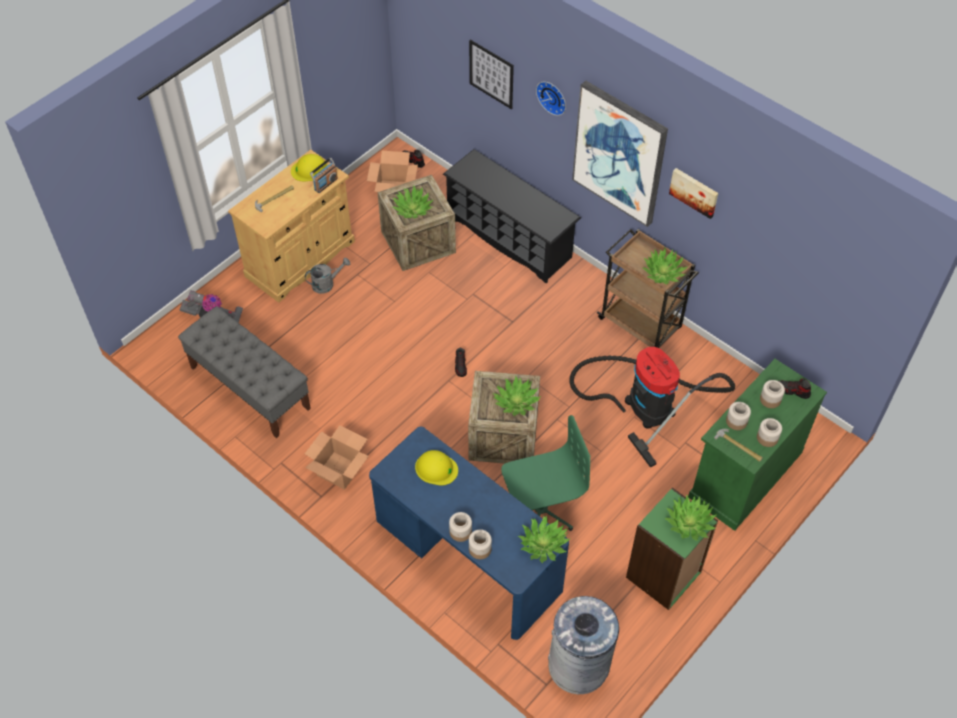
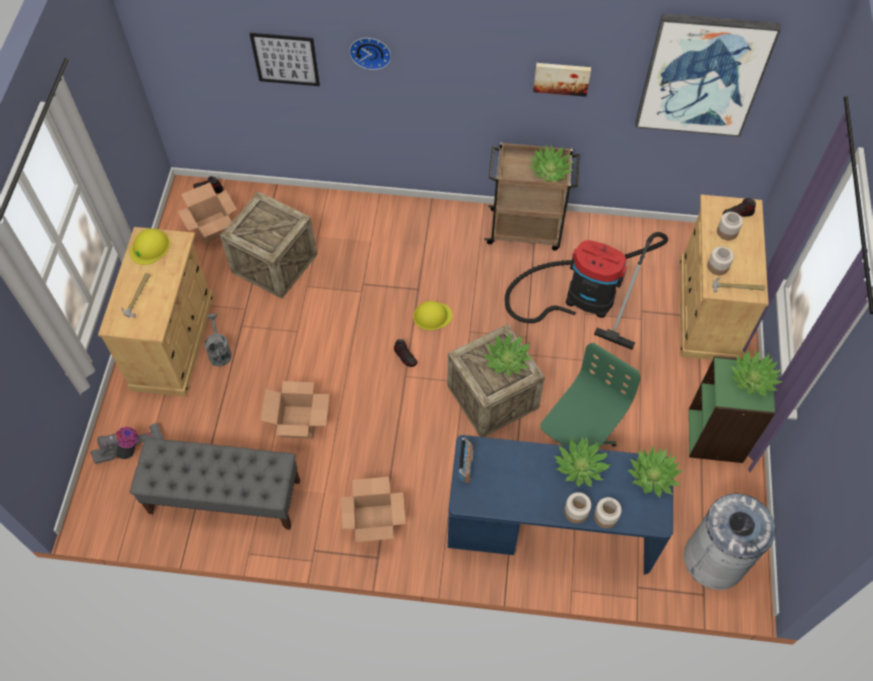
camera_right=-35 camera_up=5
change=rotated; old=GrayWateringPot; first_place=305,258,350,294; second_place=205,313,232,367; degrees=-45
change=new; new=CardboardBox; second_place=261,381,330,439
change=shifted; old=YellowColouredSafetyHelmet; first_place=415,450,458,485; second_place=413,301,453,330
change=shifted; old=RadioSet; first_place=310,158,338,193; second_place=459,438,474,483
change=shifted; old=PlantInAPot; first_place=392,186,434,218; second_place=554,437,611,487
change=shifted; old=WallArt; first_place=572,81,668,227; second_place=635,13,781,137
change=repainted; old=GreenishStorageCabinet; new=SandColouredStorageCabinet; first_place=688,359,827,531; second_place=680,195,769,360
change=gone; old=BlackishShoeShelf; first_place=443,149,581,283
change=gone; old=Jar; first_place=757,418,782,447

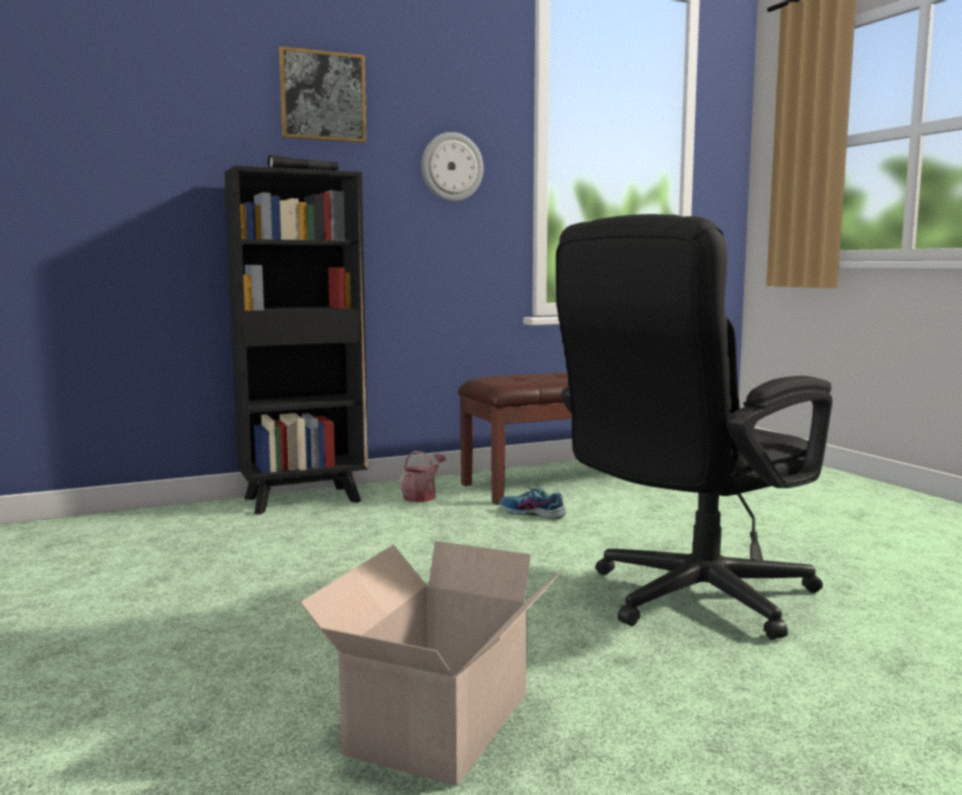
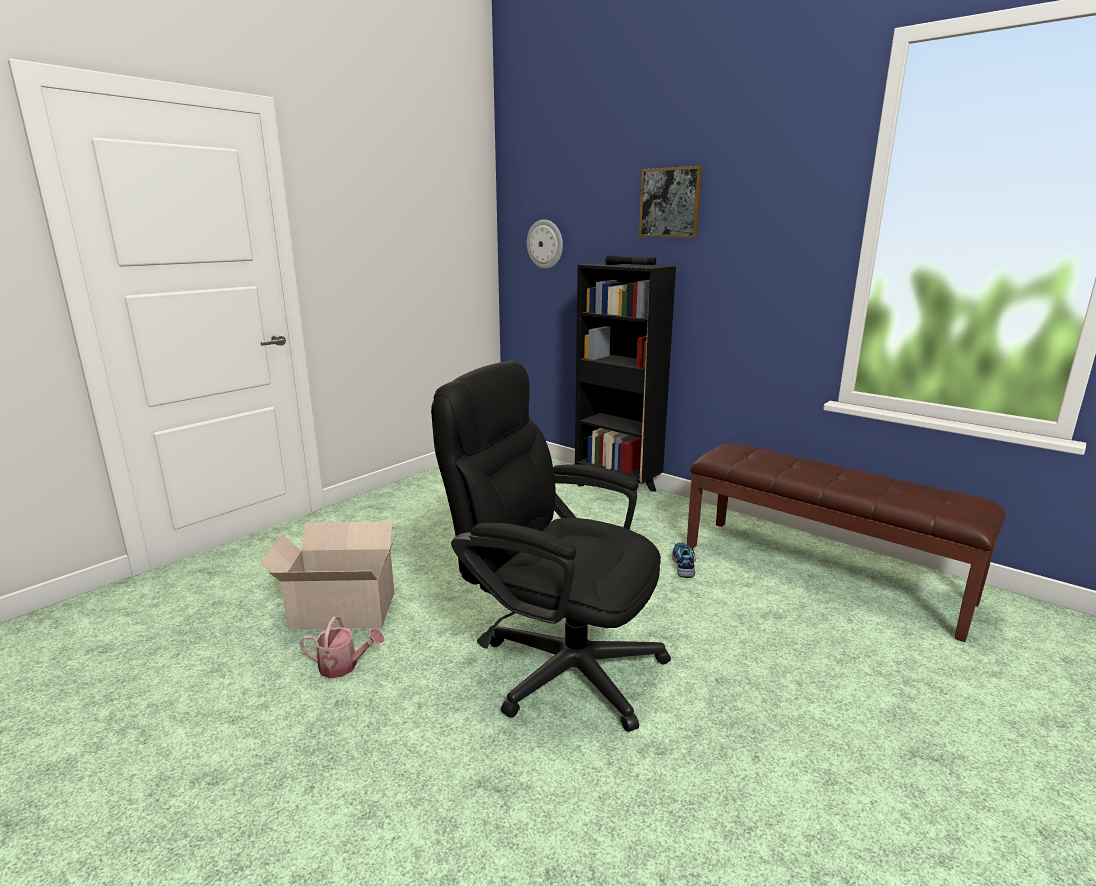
camera_right=65 camera_up=10
change=shifted; old=WateringPot; first_place=400,451,446,502; second_place=299,617,384,678
change=shifted; old=ClockOnTheWall; first_place=421,132,483,202; second_place=527,219,563,269

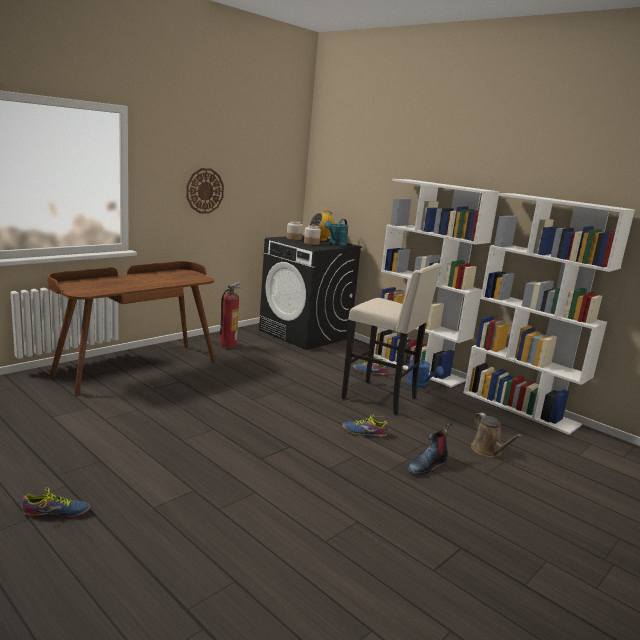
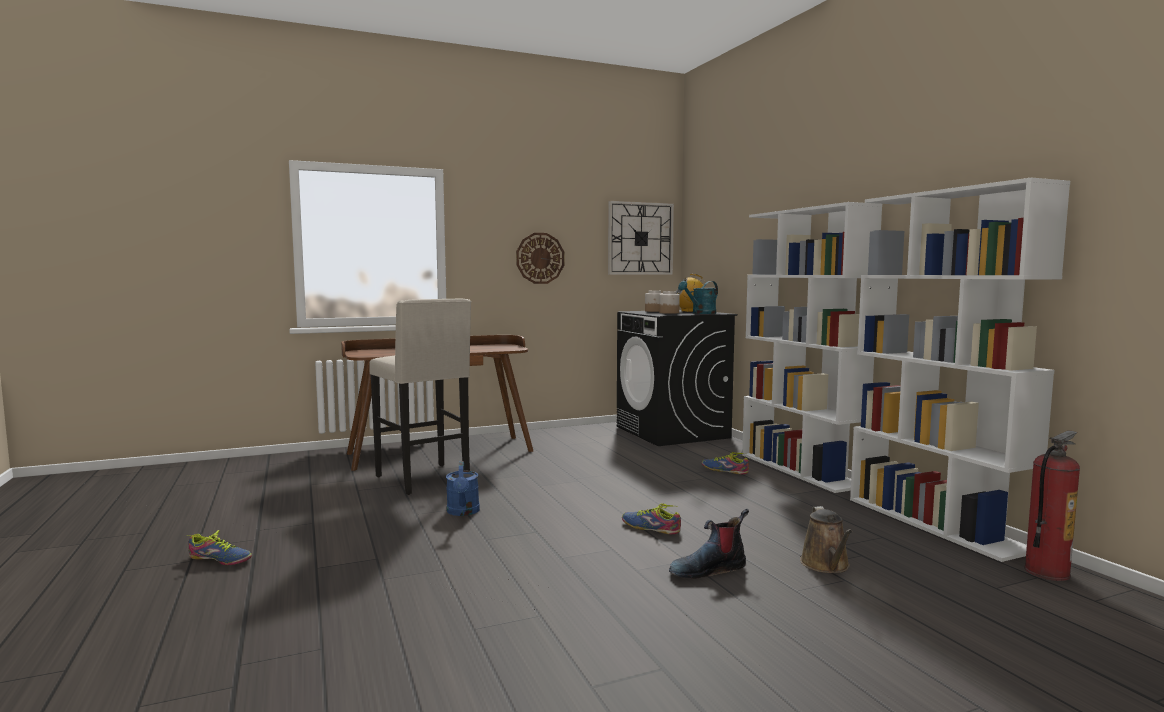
camera_right=25 camera_up=-10
change=shifted; old=SandColouredStoolSeat; first_place=342,263,442,415; second_place=369,299,471,495
change=shifted; old=BlueWateringPot; first_place=407,354,444,388; second_place=446,461,480,516
change=new; new=ClockOnTheWall; second_place=608,201,674,275
change=shifted; old=Extinguisher; first_place=219,282,241,349; second_place=1024,431,1080,581

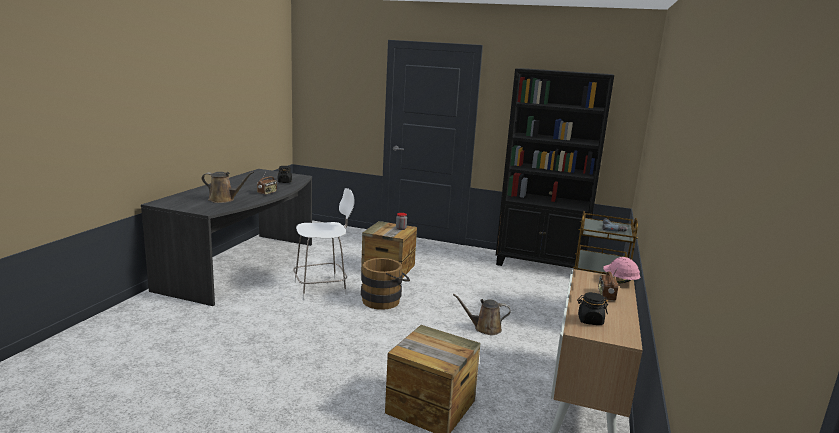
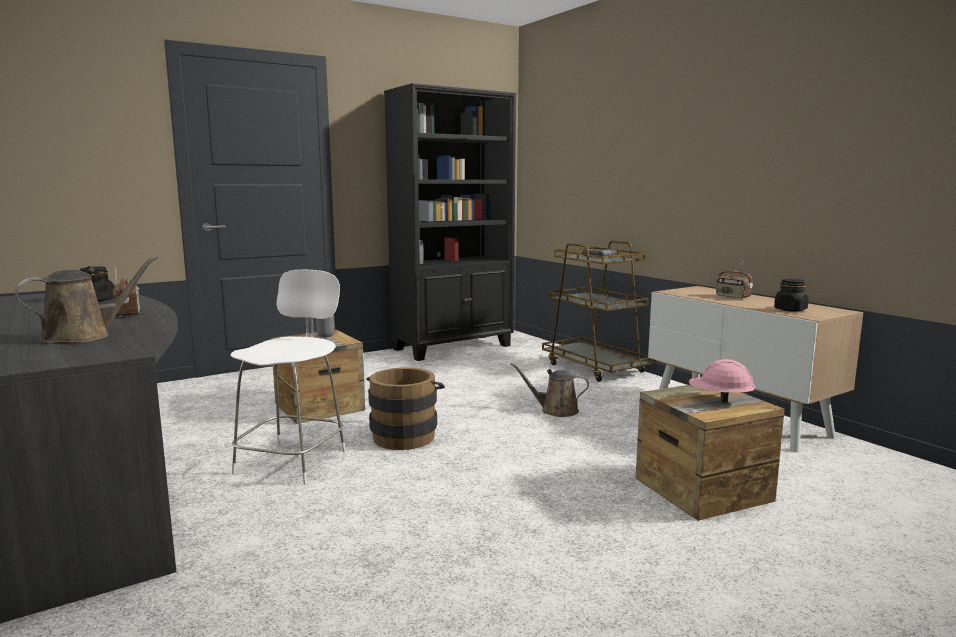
camera_right=-50 camera_up=-5
change=rotated; old=BrownishWateringPot; first_place=453,294,511,335; second_place=510,363,589,417; degrees=60
change=shifted; old=PinkColouredSafetyHelmet; first_place=603,257,641,283; second_place=688,359,756,403

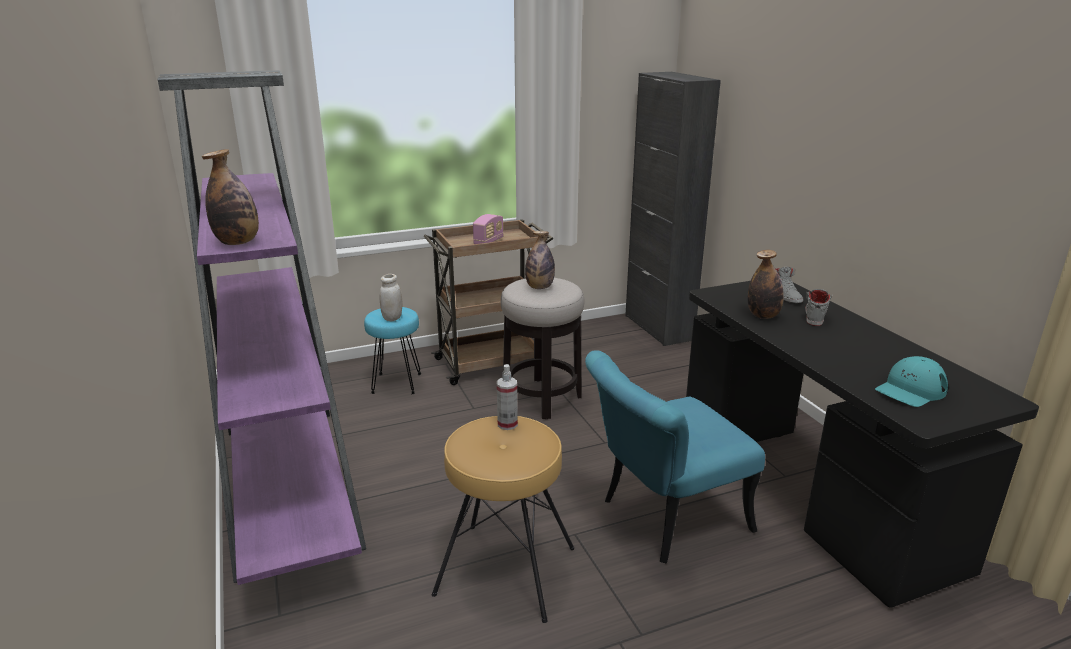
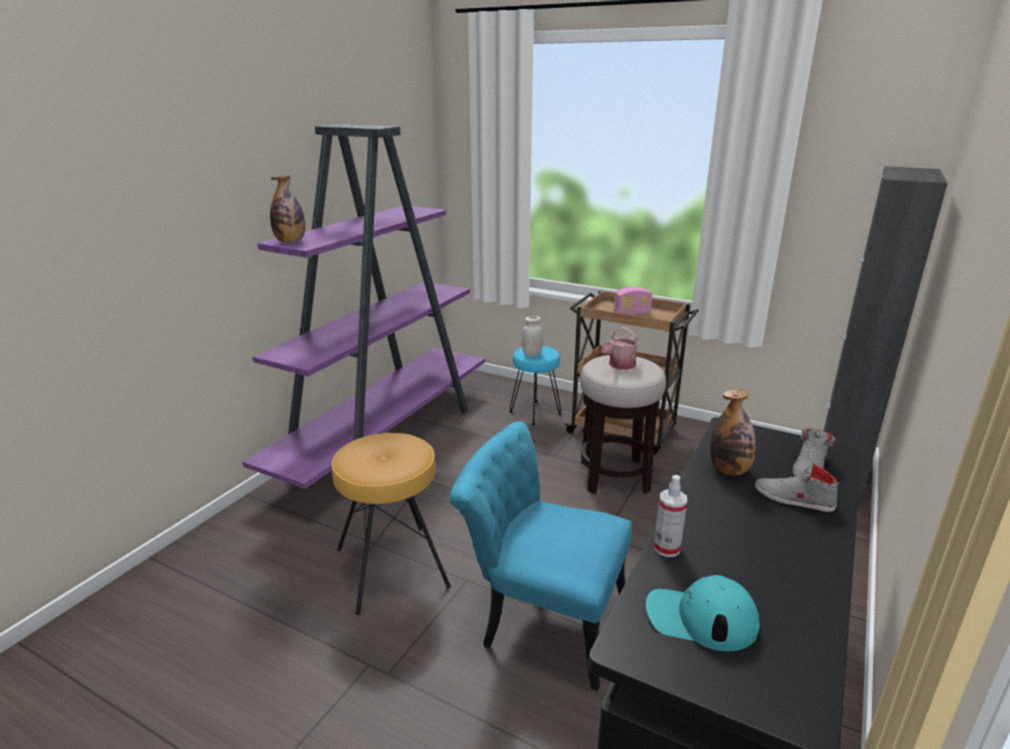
camera_right=50 camera_up=0
change=swapped; old=DrinkBottle; new=WateringPot; first_place=525,231,555,289; second_place=601,327,638,370
change=shifted; old=HandSprayer; first_place=497,364,518,430; second_place=654,475,687,557
change=rotated; old=GrayShoe; first_place=805,289,832,326; second_place=755,462,839,512; degrees=-135

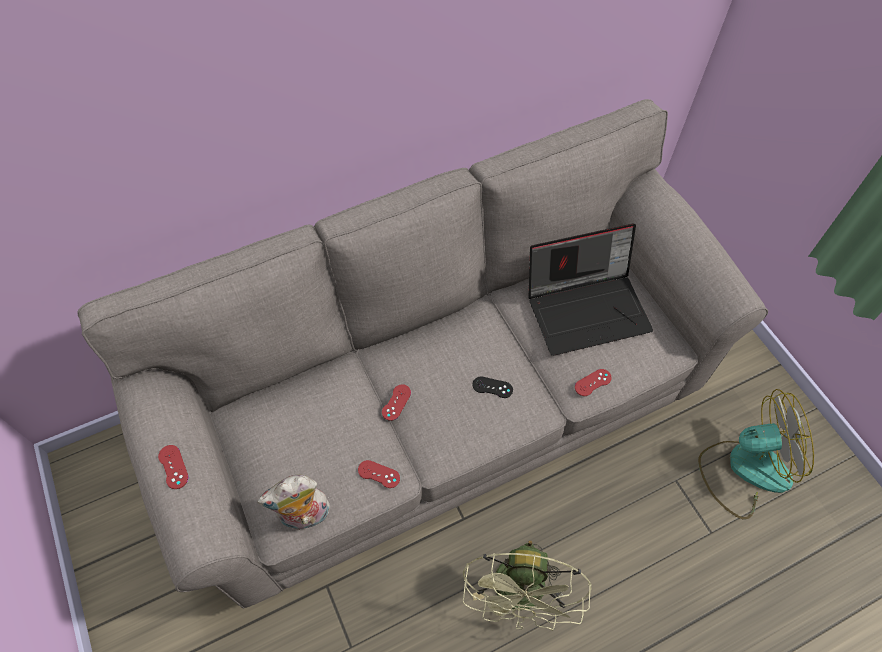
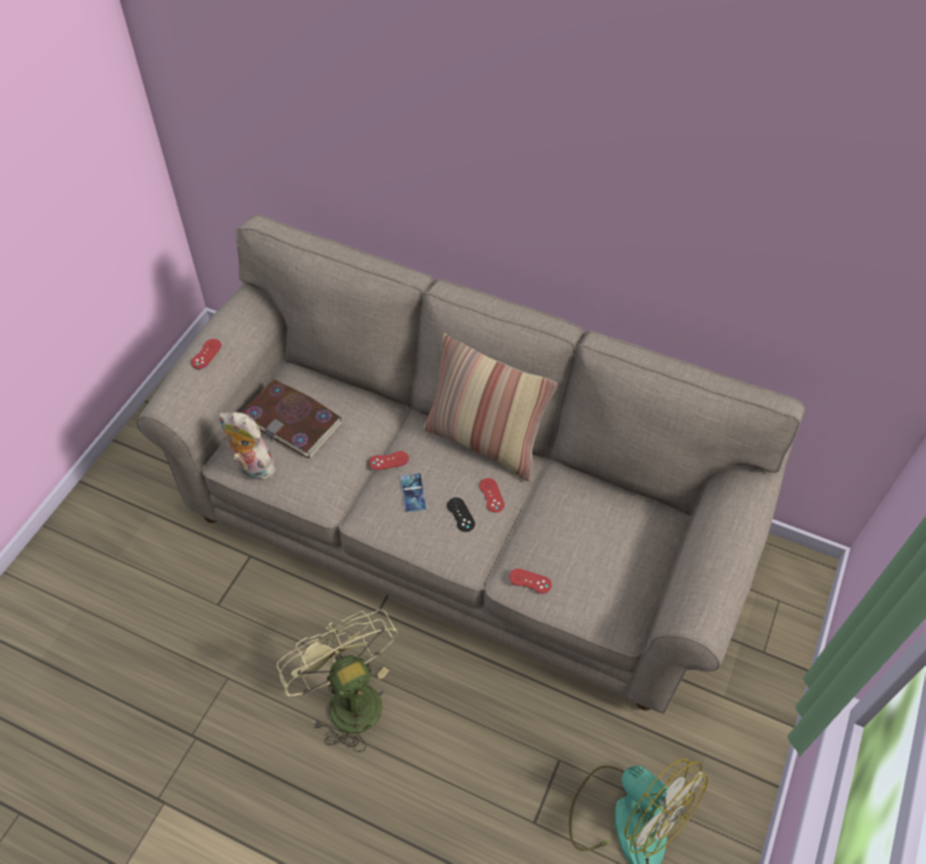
camera_right=50 camera_up=-5
change=new; new=Volume; second_place=242,379,343,459
change=rotated; old=GreenishElectricFan; first_place=463,541,592,631; second_place=277,609,398,752; degrees=90
change=new; new=Phone; second_place=401,474,427,512
change=new; new=ThrowPillow; second_place=424,333,558,481
change=shifted; old=ReddishGamepad; first_place=358,460,400,488; second_place=479,478,505,512
change=gone; old=NotebookComputer; first_place=529,224,653,356

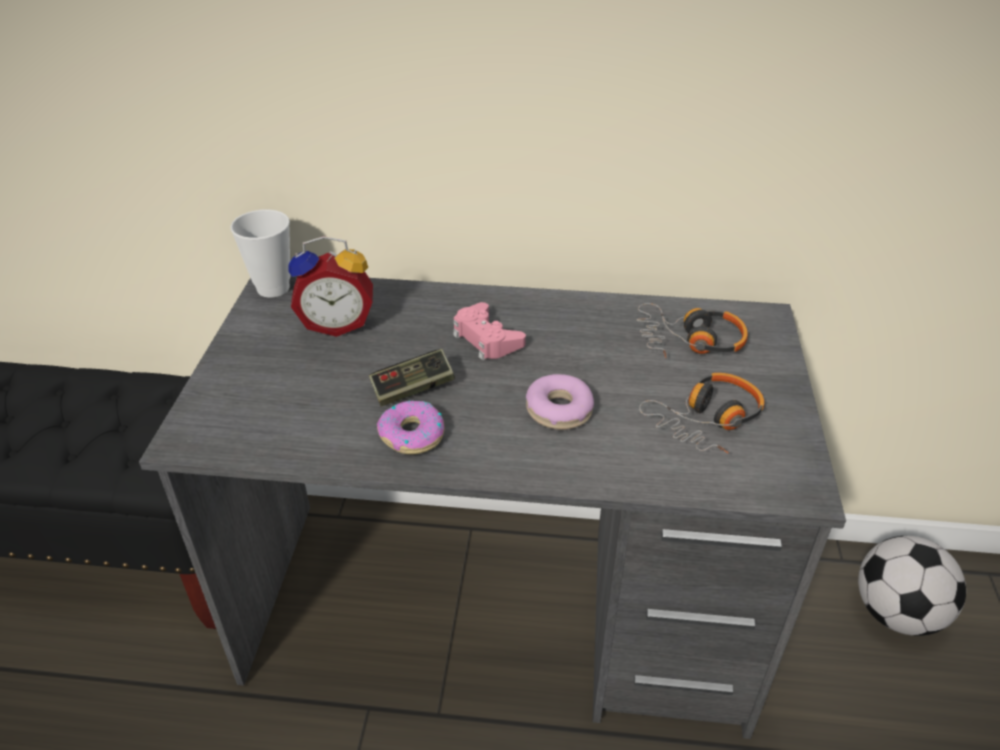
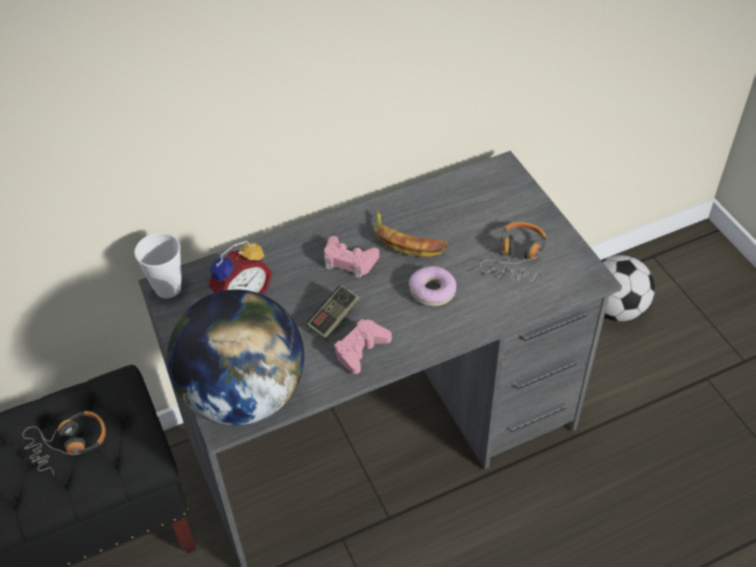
camera_right=-30 camera_up=10
change=shifted; old=Headset; first_place=637,303,748,358; second_place=22,411,106,475
change=new; new=DeskGlobe; second_place=167,290,304,426
change=swapped; old=Doughnut; new=PinkColouredGamepad; first_place=377,400,445,455; second_place=335,319,392,374
change=new; new=WholeBanana; second_place=374,210,449,257

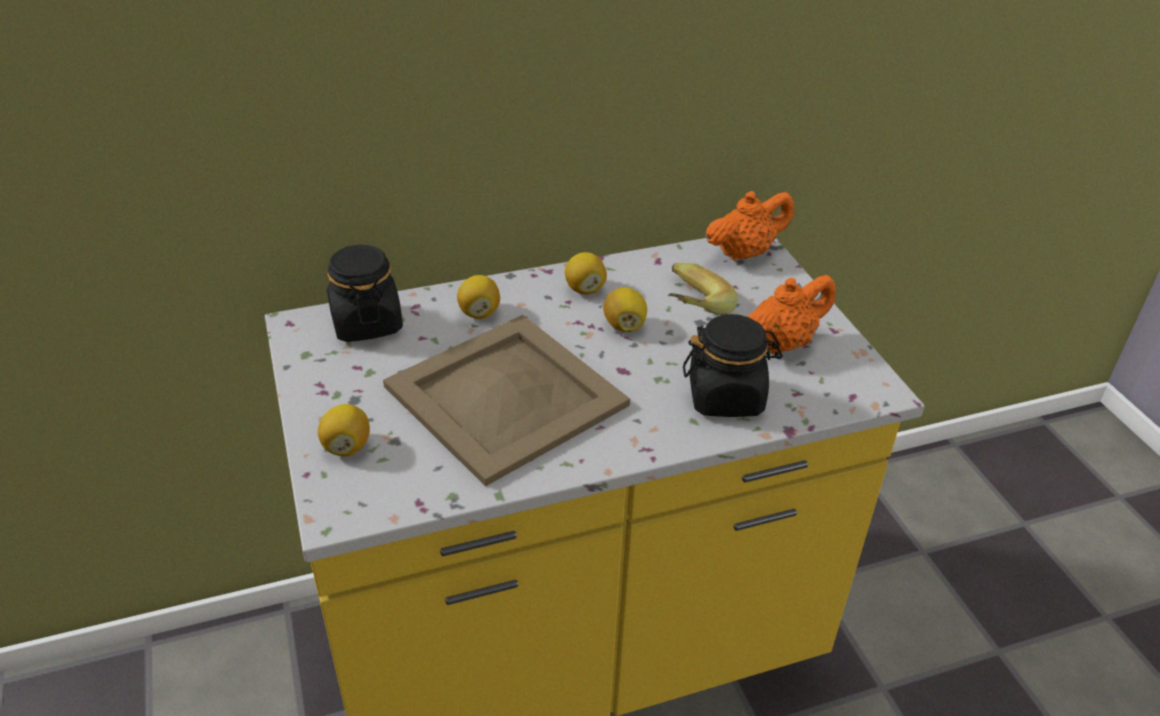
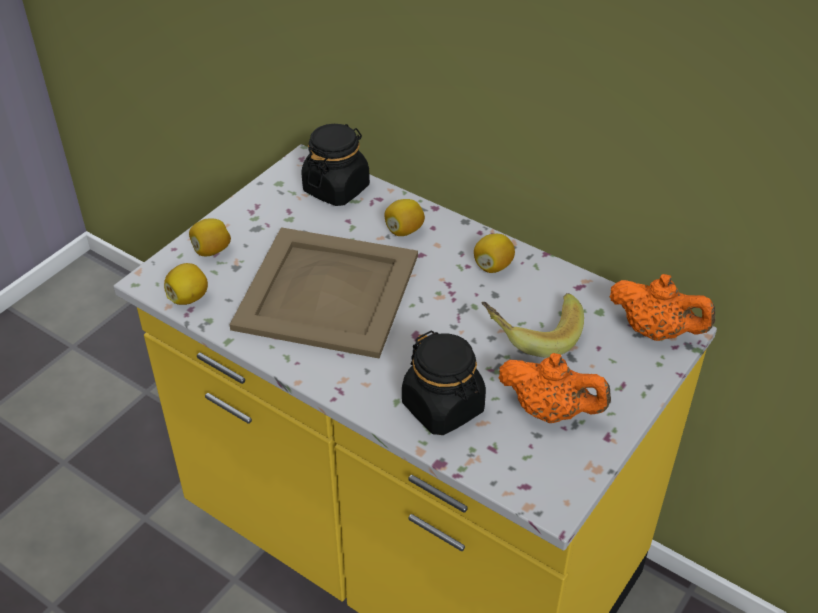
camera_right=55 camera_up=5
change=shifted; old=Lemon; first_place=603,287,647,332; second_place=164,263,208,305

